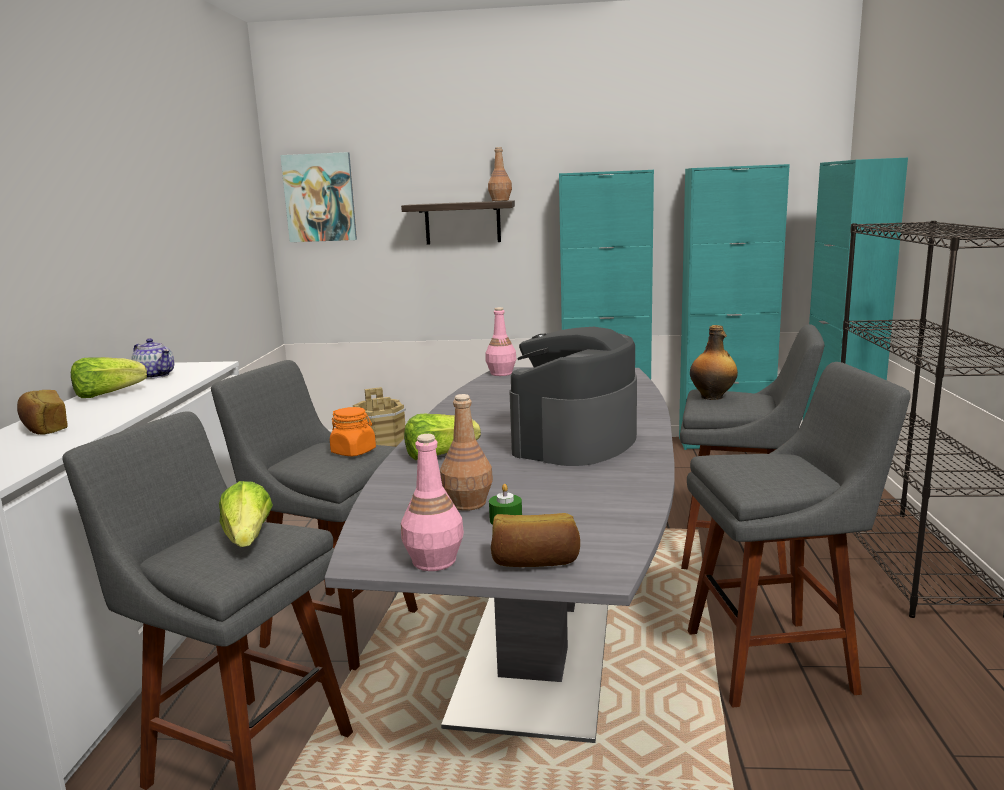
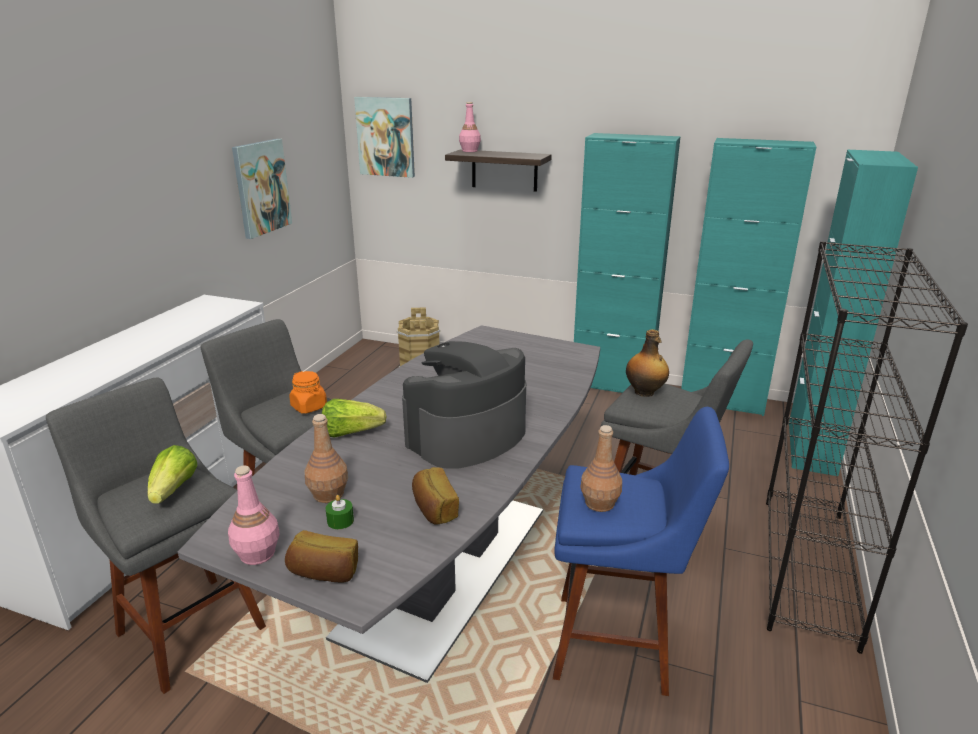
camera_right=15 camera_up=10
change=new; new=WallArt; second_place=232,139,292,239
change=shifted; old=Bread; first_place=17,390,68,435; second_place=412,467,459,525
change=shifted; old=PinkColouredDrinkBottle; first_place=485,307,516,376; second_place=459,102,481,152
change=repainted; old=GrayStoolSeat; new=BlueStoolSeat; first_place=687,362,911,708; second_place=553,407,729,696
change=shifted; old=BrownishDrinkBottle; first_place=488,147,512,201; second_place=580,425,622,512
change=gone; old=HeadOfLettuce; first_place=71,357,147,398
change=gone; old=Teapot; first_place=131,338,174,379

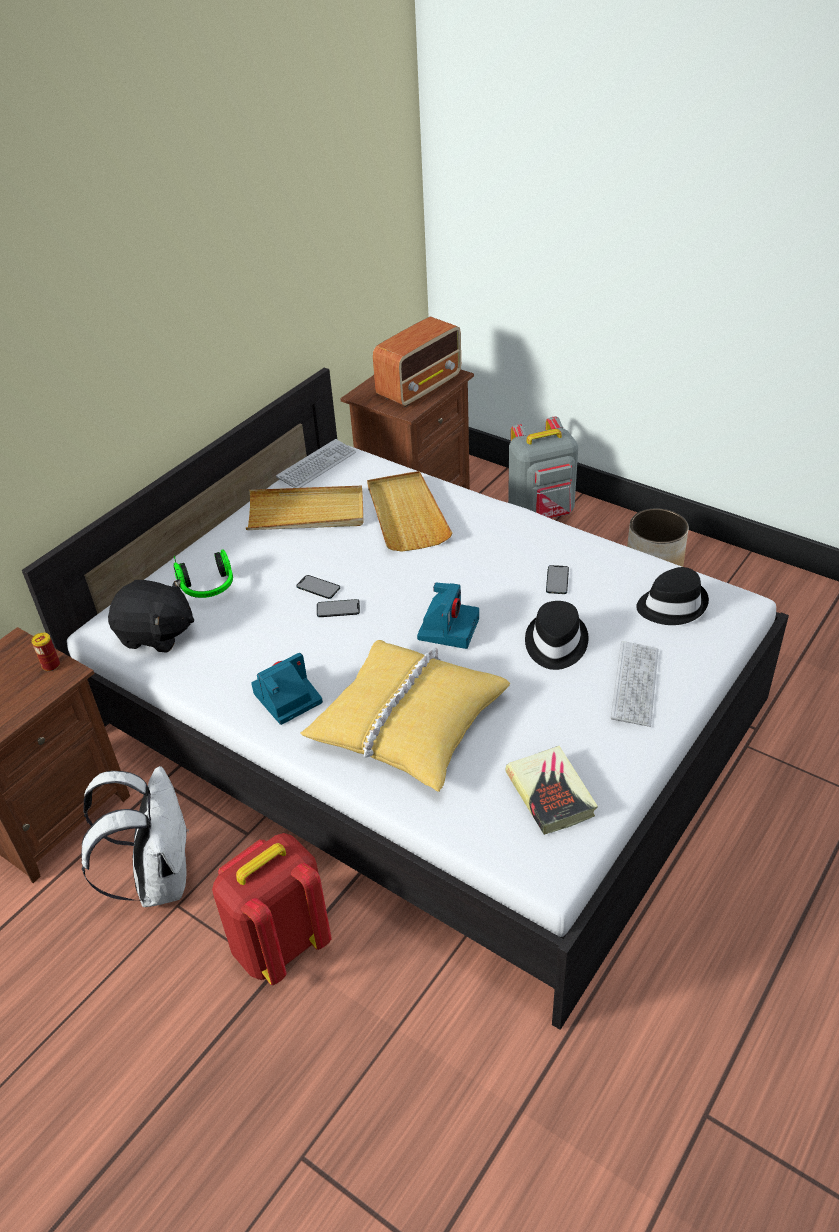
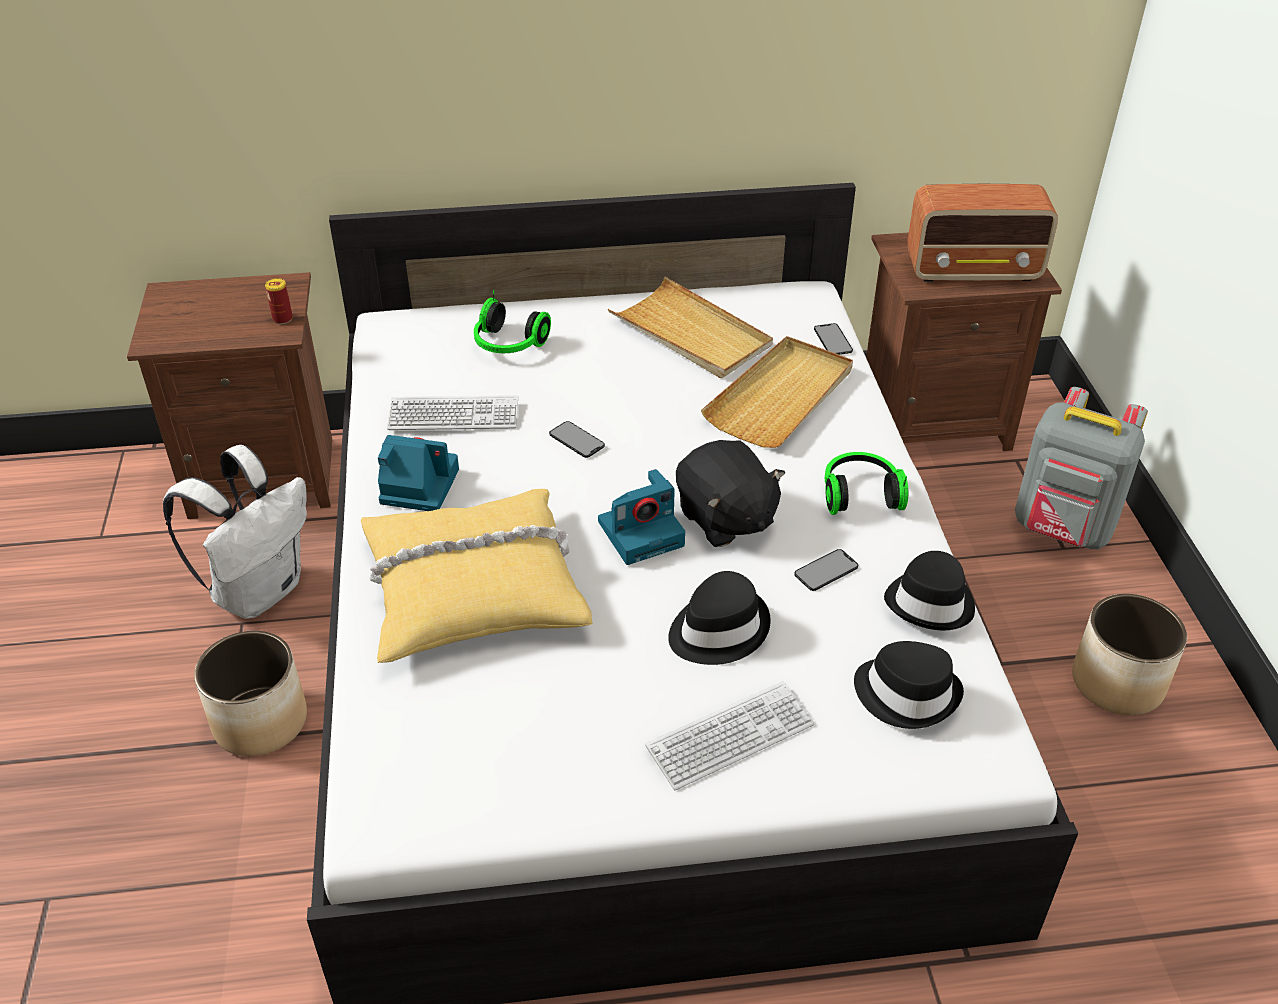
camera_right=45 camera_up=0
change=swapped; old=ReddishRucksack; new=Planter; first_place=212,833,332,985; second_place=194,631,307,756
change=shifted; old=Keyboard; first_place=276,439,356,488; second_place=387,395,518,430
change=shifted; old=BlackishPlushToy; first_place=108,579,194,653; second_place=676,440,785,547
change=shifted; old=Phone; first_place=296,575,340,599; second_place=814,323,853,355
change=new; new=Headset; second_place=825,452,908,515
change=new; new=BlackishClothingHat; second_place=884,551,975,630
change=gone; old=Volume; first_place=506,746,598,835

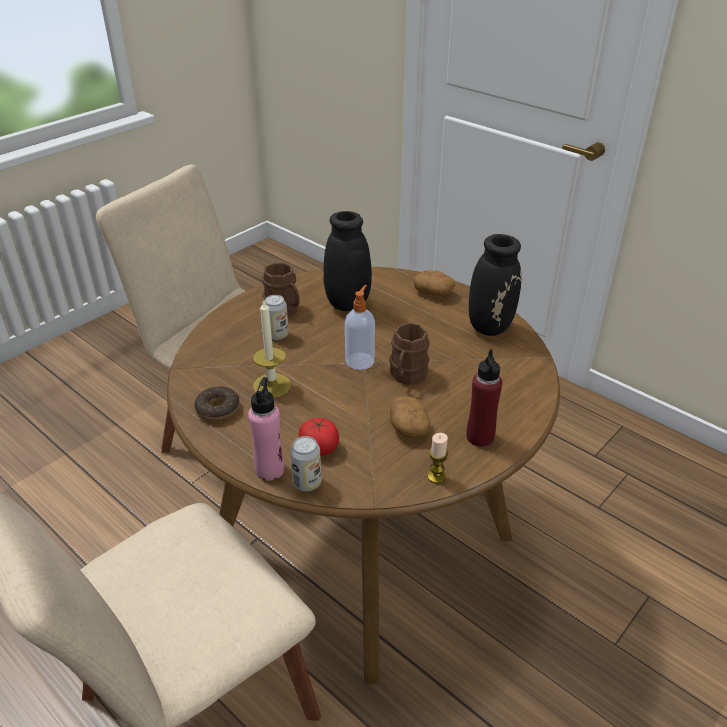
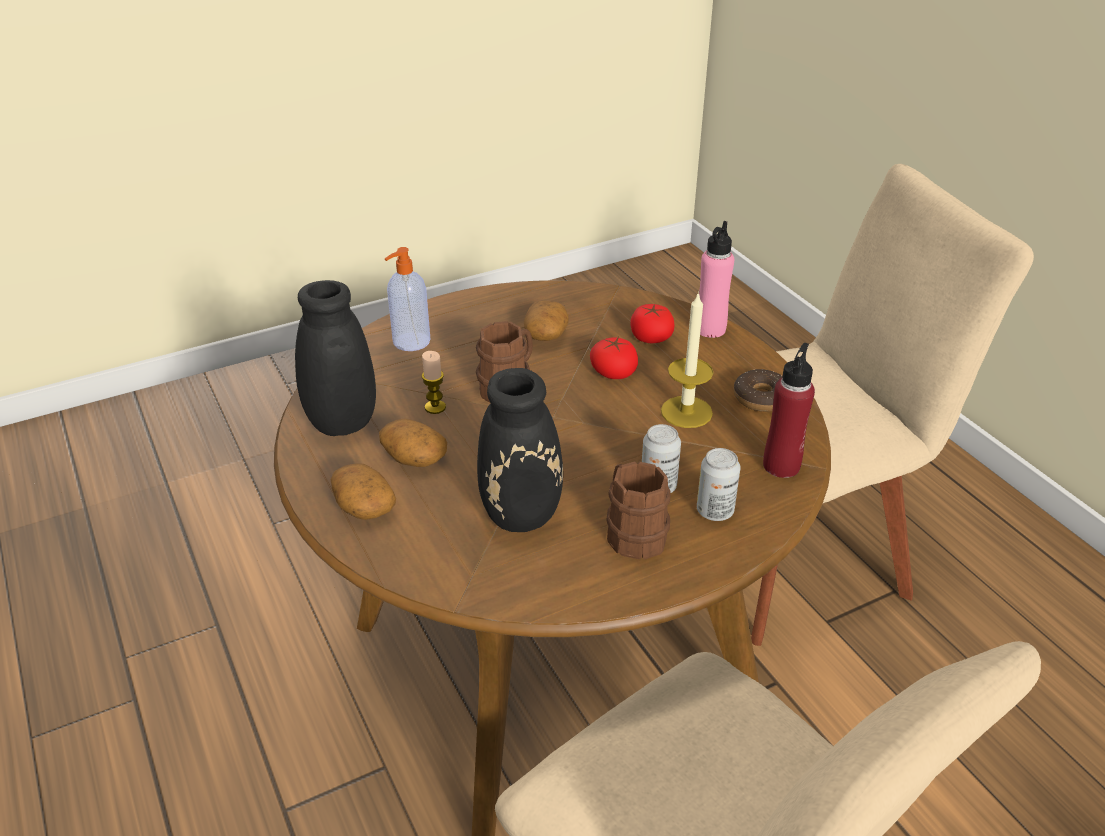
camera_right=-160 camera_up=0
change=new; new=Spud; second_place=379,418,447,467
change=shifted; old=SoapDispenser; first_place=345,285,375,370; second_place=385,247,430,351
change=shifted; old=Candle; first_place=428,433,448,484; second_place=422,351,446,414
change=new; new=WholeTomato; second_place=590,337,638,379
change=shifted; old=Can; first_place=290,436,322,491; second_place=697,448,741,521
change=shifted; old=ReddishDrinkBottle; first_place=466,349,502,447; second_place=763,343,815,478

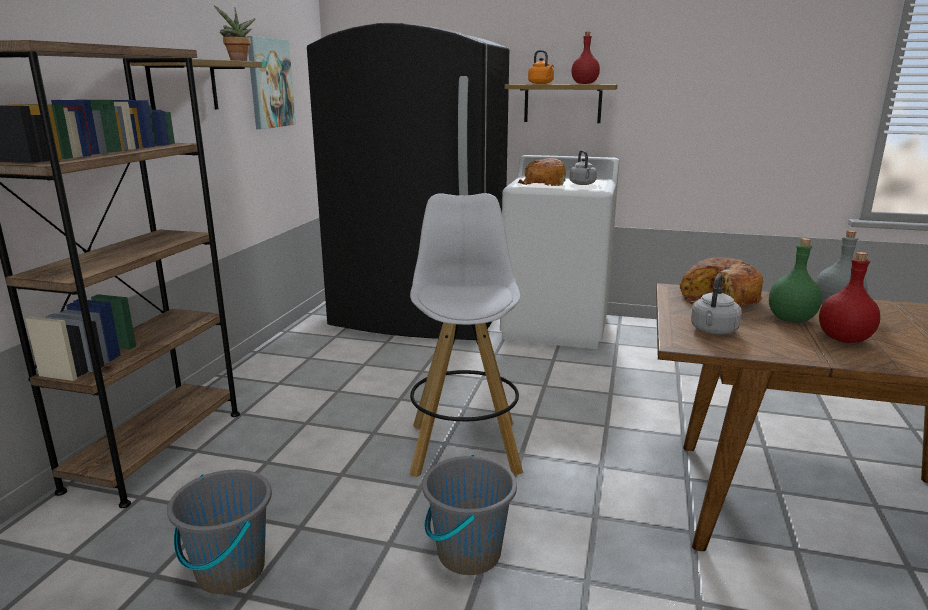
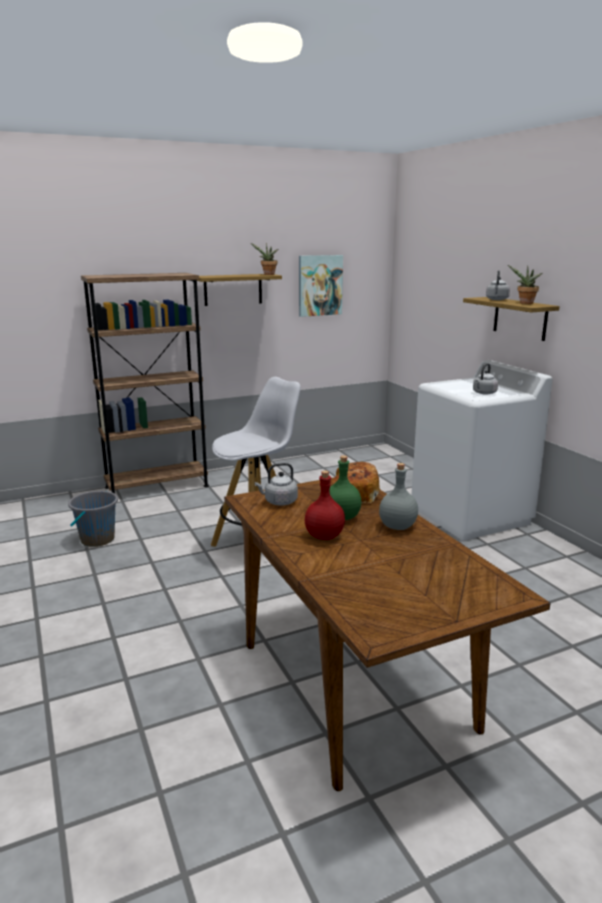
camera_right=50 camera_up=0
change=repainted; old=OrangeyKettle; new=GrayKettle; first_place=528,50,554,84; second_place=486,270,510,300
change=swapped; old=ReddishDrinkBottle; new=PlantInAPot; first_place=571,32,600,84; second_place=508,265,543,304
change=gone; old=BlackishKitchenFridge; first_place=307,23,509,340
change=gone; old=GrayPail; first_place=422,455,517,575
change=gone; old=Bread; first_place=518,158,566,186

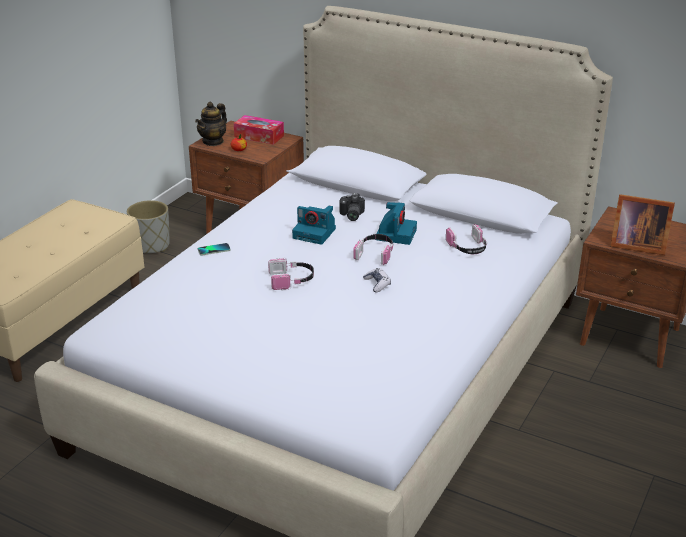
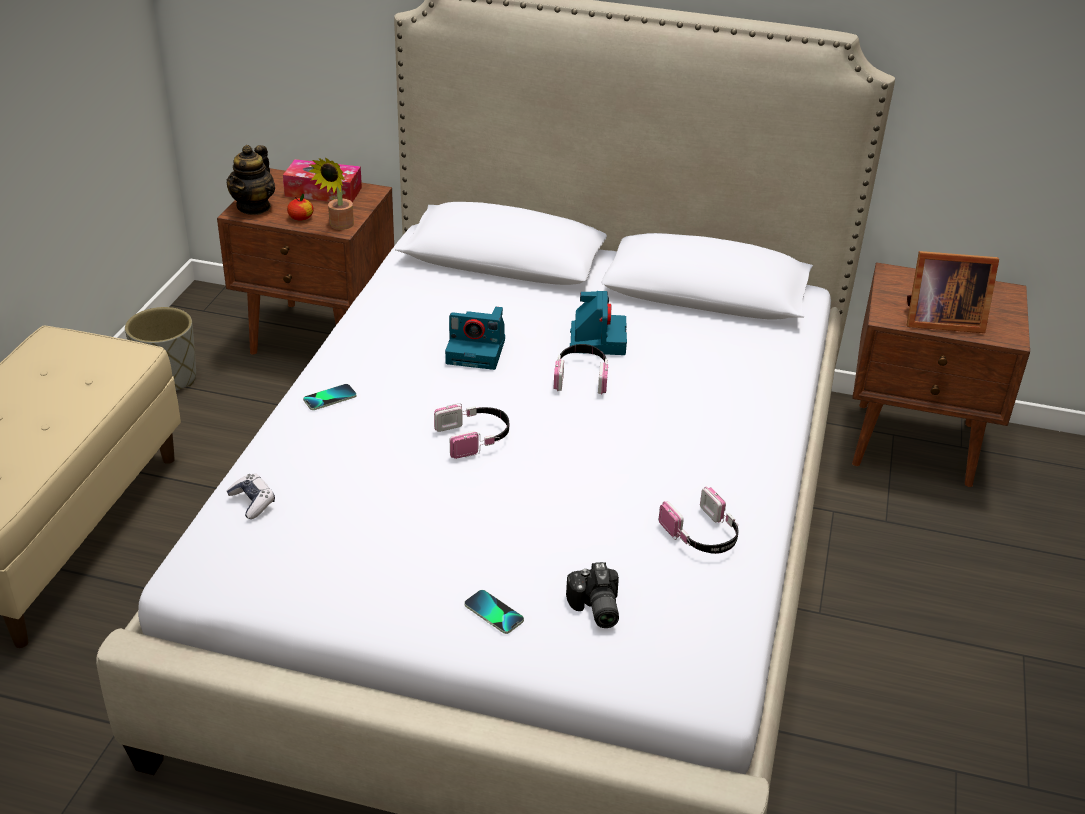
camera_right=-15 camera_up=5
change=shifted; old=Gamepad; first_place=363,268,391,292; second_place=227,474,275,519
change=new; new=PlantInAPot; second_place=308,158,354,230
change=new; new=Phone; second_place=464,590,524,634
change=shifted; old=StillCamera; first_place=339,193,365,221; second_place=566,562,619,628
change=shifted; old=Headset; first_place=446,224,487,254; second_place=659,487,738,554

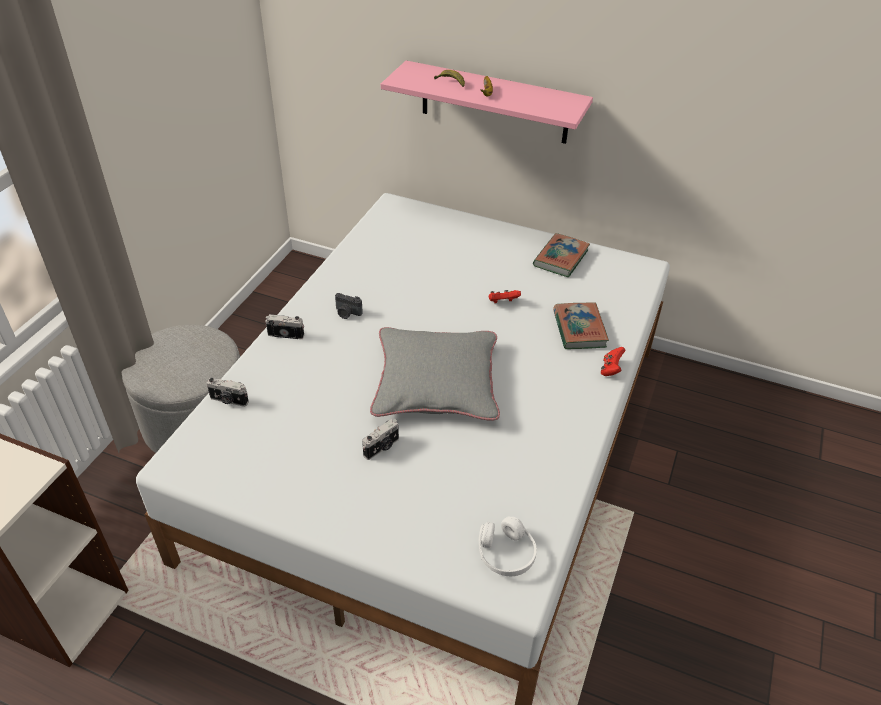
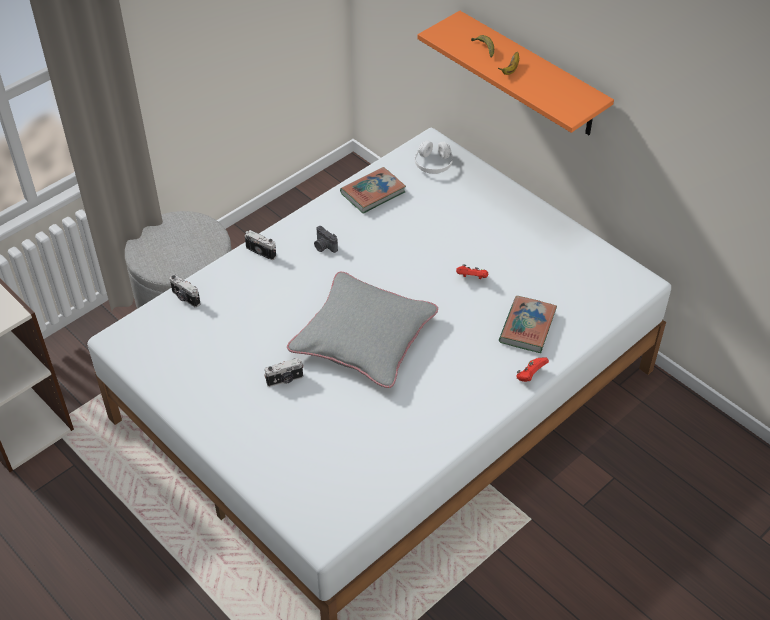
camera_right=25 camera_up=5
change=shifted; old=Volume; first_place=533,233,590,277; second_place=340,167,406,214
change=shifted; old=WhitishHeadset; first_place=479,517,537,576; second_place=414,140,453,174
change=repainted; old=PinkColouredShelf; new=OrangeyShelf; first_place=381,61,593,144; second_place=417,11,614,135

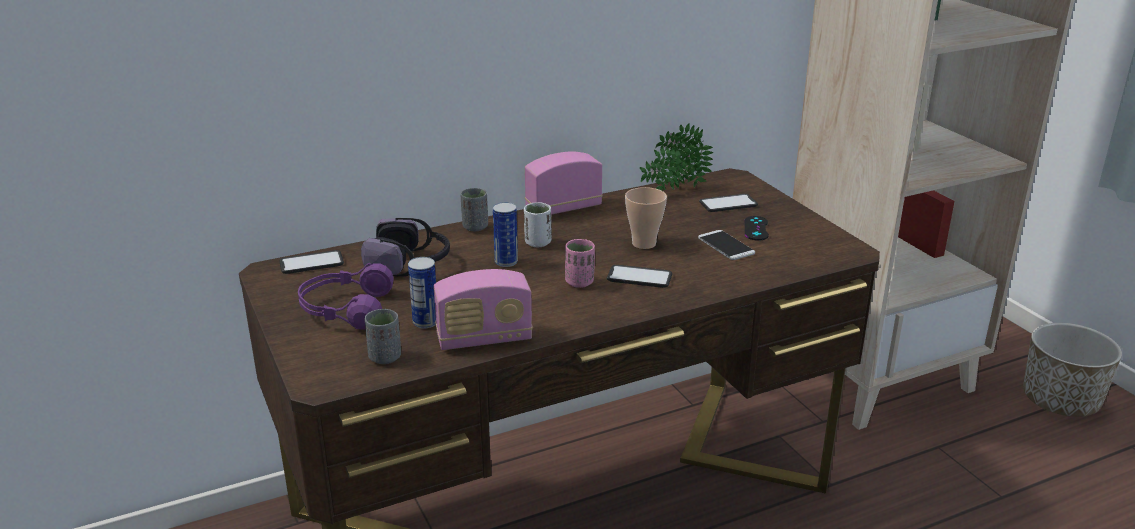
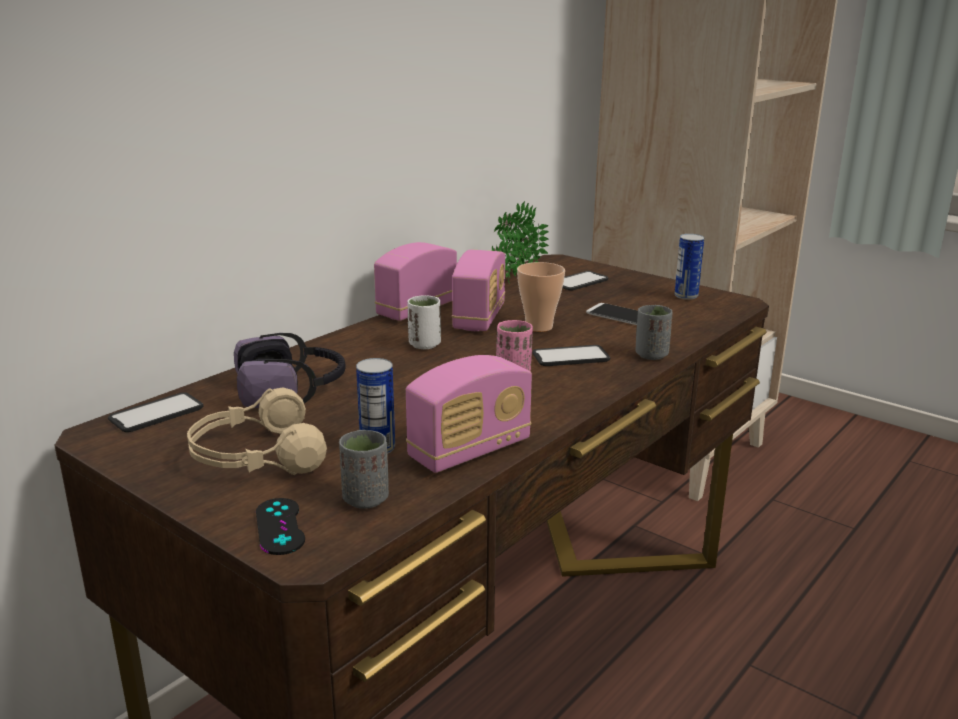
camera_right=-25 camera_up=-5
change=repainted; old=PurpleHeadset; new=SandColouredHeadset; first_place=298,263,394,330; second_place=187,388,327,475
change=shifted; old=BlackishGamepad; first_place=745,216,769,241; second_place=256,498,305,555
change=new; new=RadioSet; second_place=452,249,505,331
change=shifted; old=GrayDrinkingCup; first_place=461,188,488,231; second_place=636,305,673,360
change=shifted; old=Can; first_place=493,202,518,267; second_place=675,234,704,300
change=gone; old=Planter; first_place=1023,323,1122,417

